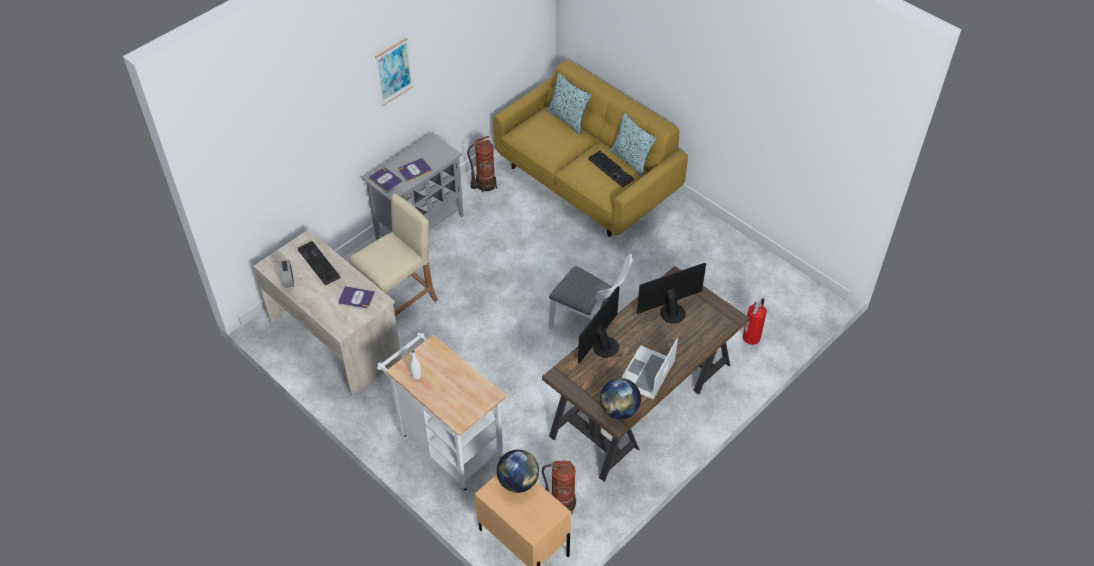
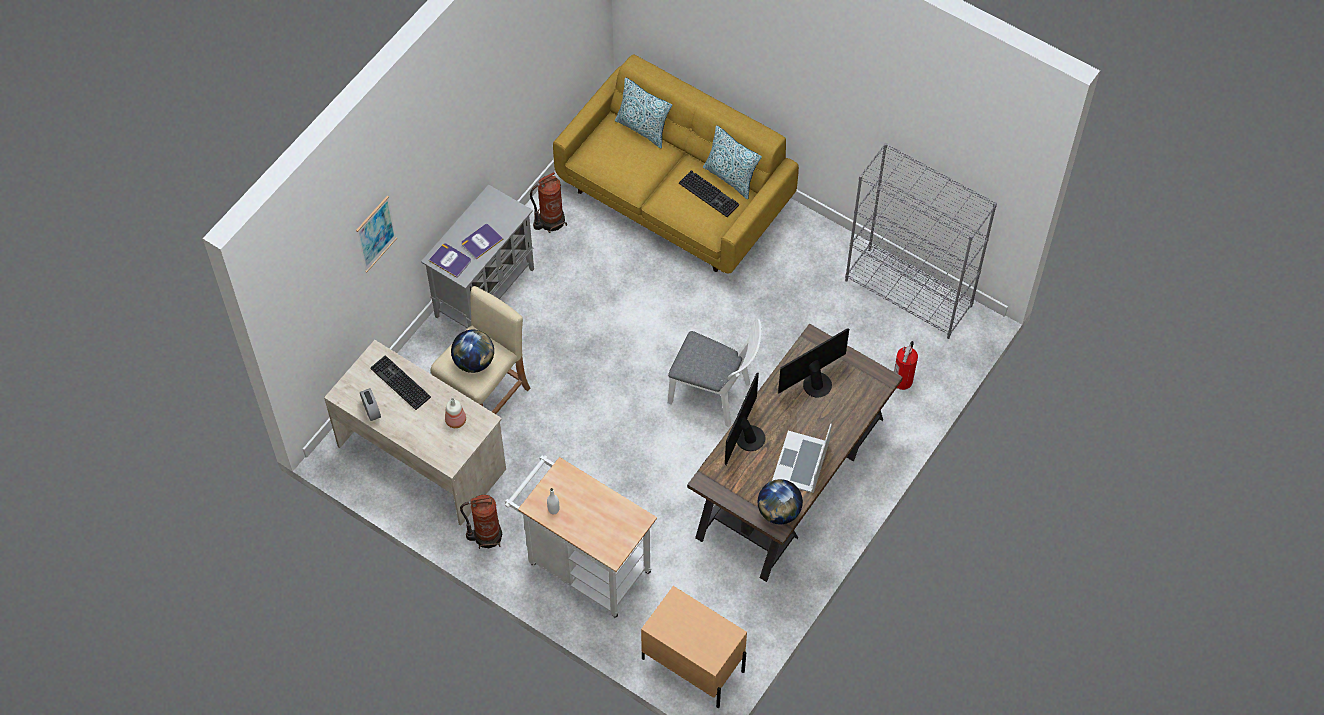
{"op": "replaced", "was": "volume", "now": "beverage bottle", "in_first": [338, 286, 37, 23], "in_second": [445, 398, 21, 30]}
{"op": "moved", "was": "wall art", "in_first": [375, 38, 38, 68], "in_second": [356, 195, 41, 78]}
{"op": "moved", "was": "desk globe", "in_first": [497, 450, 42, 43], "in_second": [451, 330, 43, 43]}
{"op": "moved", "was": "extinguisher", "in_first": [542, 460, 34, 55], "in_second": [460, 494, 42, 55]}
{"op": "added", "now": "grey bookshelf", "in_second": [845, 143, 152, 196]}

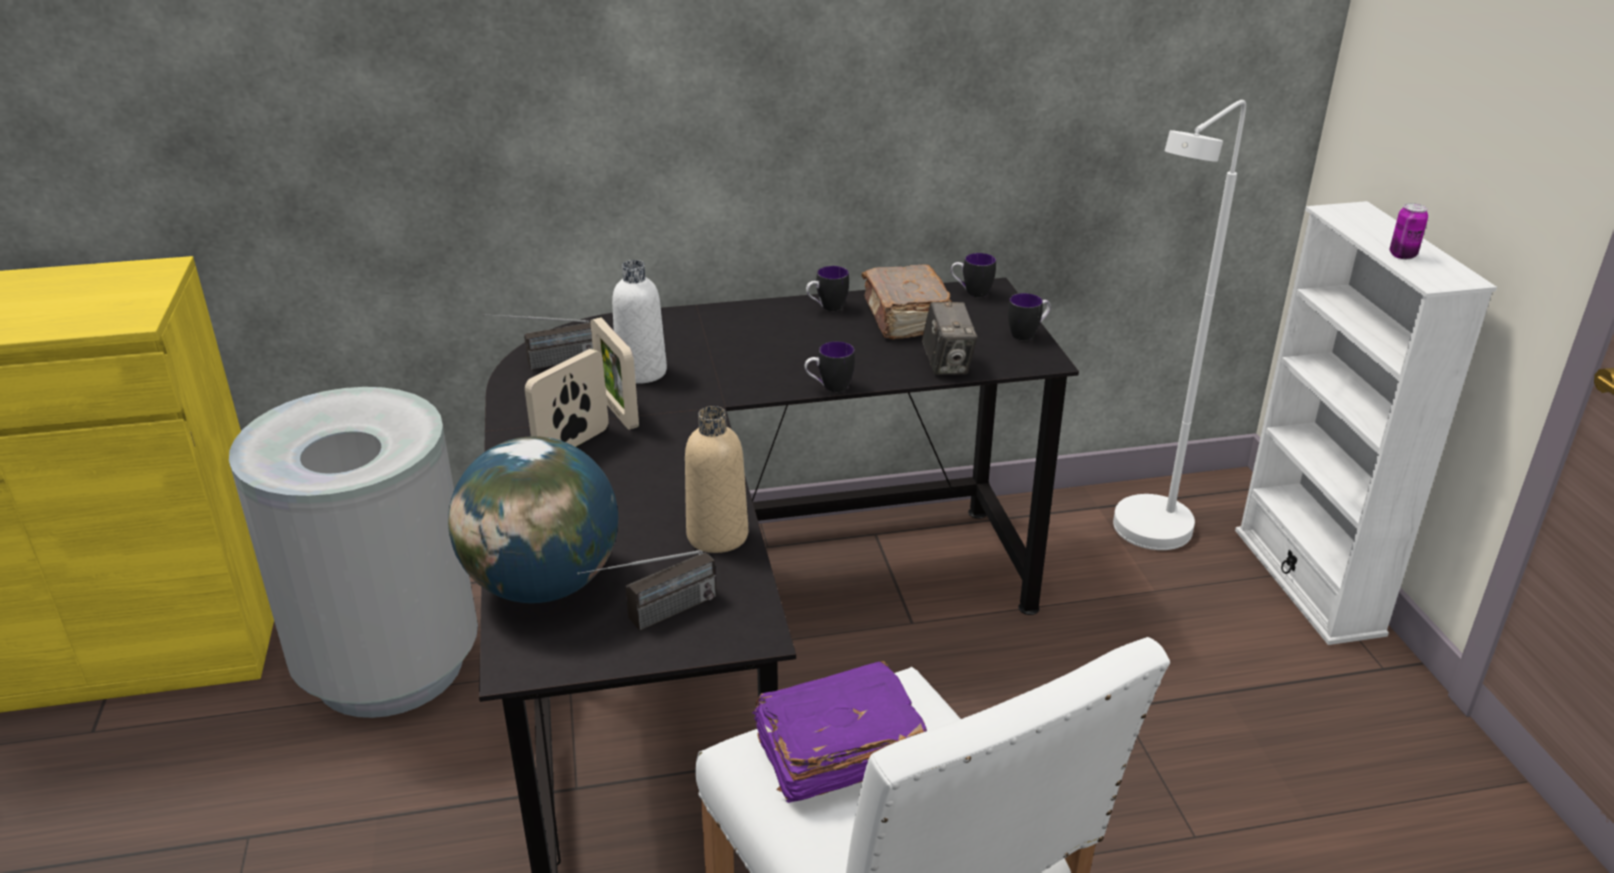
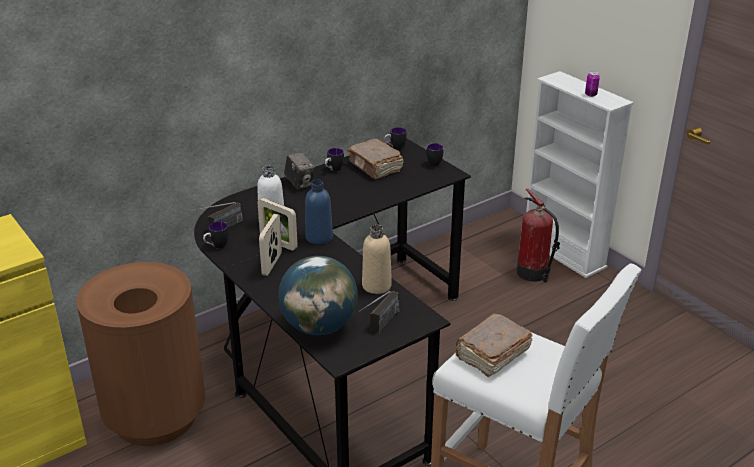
{"op": "recoloured", "was": "grey rubbish bin", "now": "brown rubbish bin", "in_first": [229, 387, 249, 331], "in_second": [76, 262, 129, 184]}
{"op": "recoloured", "was": "purple volume", "now": "brown volume", "in_first": [752, 661, 175, 142], "in_second": [455, 313, 78, 64]}
{"op": "moved", "was": "mug", "in_first": [805, 341, 50, 51], "in_second": [203, 221, 26, 28]}
{"op": "moved", "was": "photo camera", "in_first": [922, 302, 56, 73], "in_second": [284, 152, 31, 37]}
{"op": "removed", "was": "white standard lamp", "in_first": [1113, 100, 133, 450]}
{"op": "added", "now": "blue-coloured beverage bottle", "in_second": [305, 180, 28, 64]}
{"op": "added", "now": "extinguisher", "in_second": [517, 188, 42, 94]}

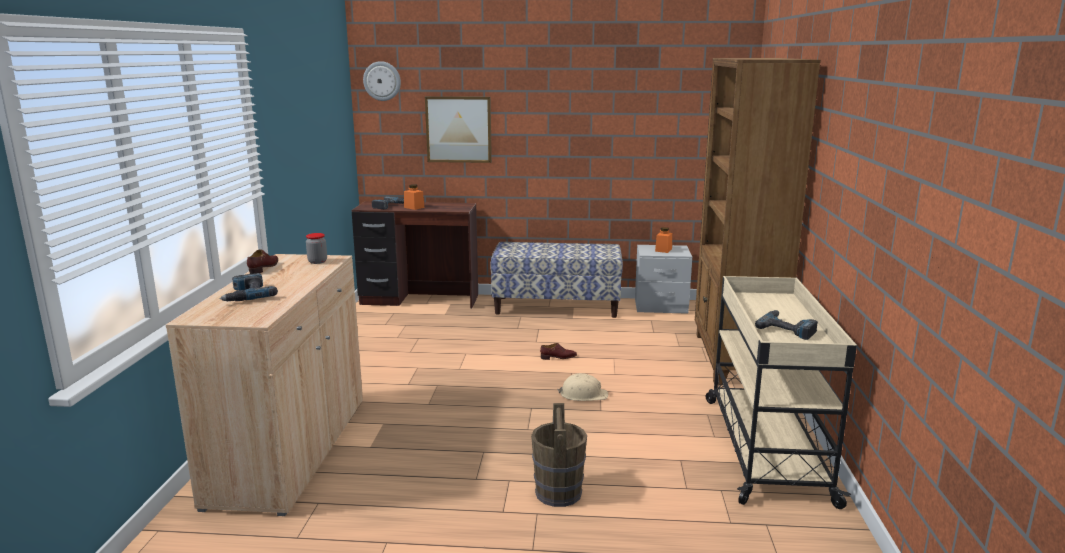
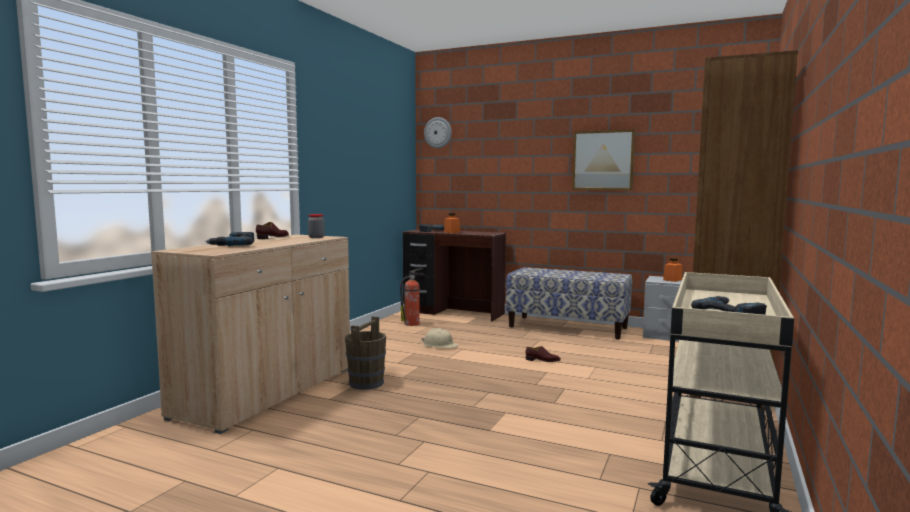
{"op": "moved", "was": "wall art", "in_first": [425, 96, 67, 67], "in_second": [572, 129, 63, 61]}
{"op": "moved", "was": "brown bucket", "in_first": [531, 403, 56, 104], "in_second": [345, 316, 41, 74]}
{"op": "moved", "was": "beige work helmet", "in_first": [558, 373, 50, 28], "in_second": [421, 328, 38, 20]}
{"op": "added", "now": "extinguisher", "in_second": [400, 268, 25, 58]}

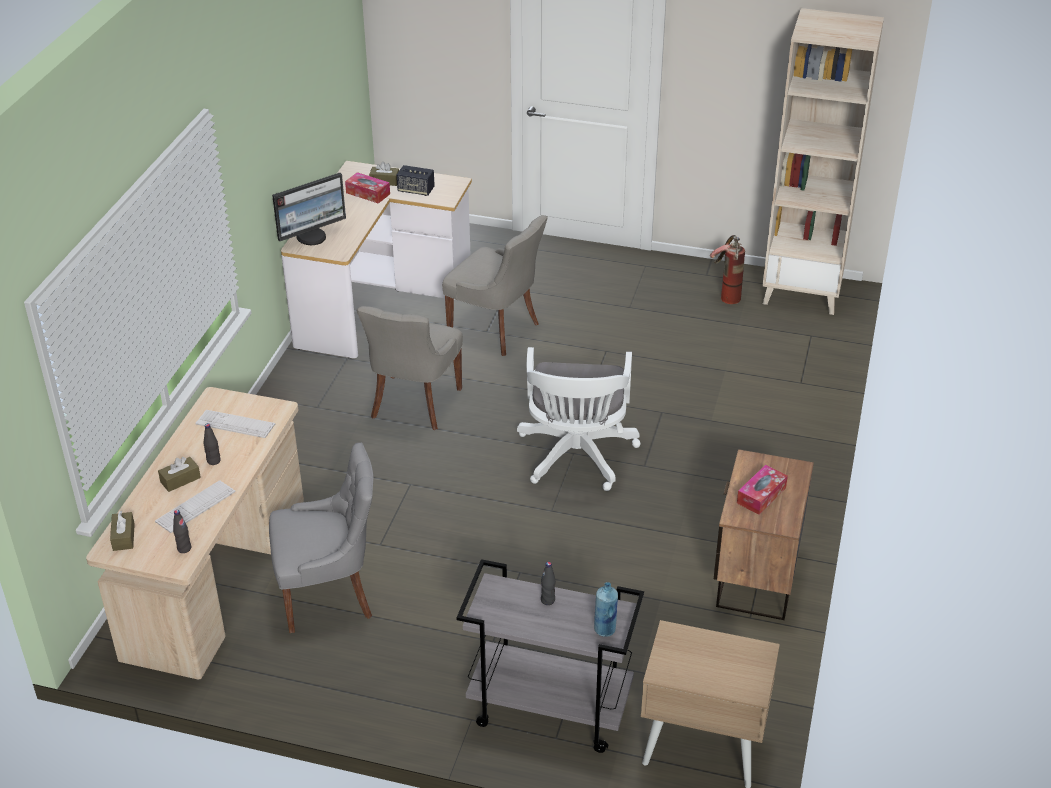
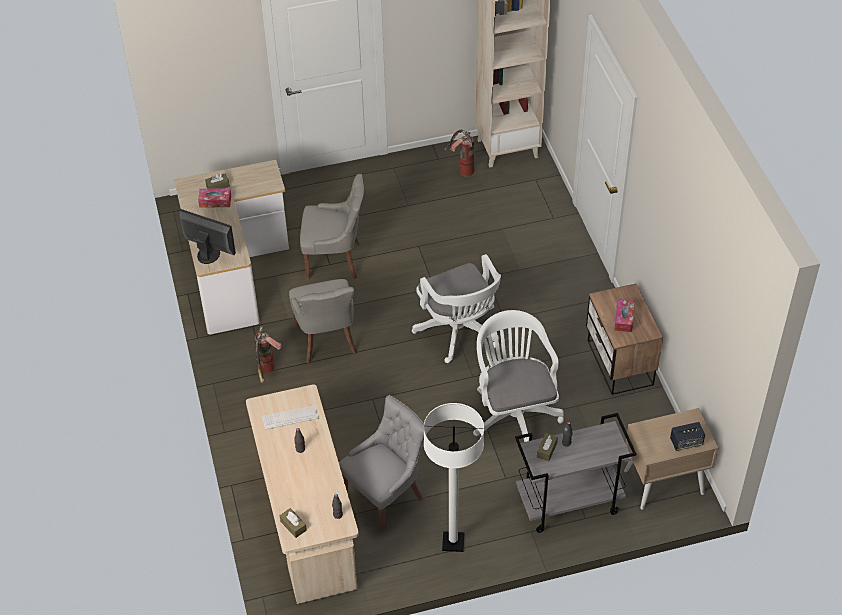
{"op": "removed", "was": "keyboard", "in_first": [155, 480, 81, 53]}
{"op": "moved", "was": "brown tissue holder", "in_first": [158, 457, 43, 35], "in_second": [537, 433, 21, 28]}
{"op": "turned", "was": "computer screen", "in_first": [272, 173, 74, 72], "in_second": [179, 209, 57, 55], "clockwise": -90}
{"op": "moved", "was": "loudspeaker", "in_first": [397, 165, 38, 31], "in_second": [670, 422, 35, 29]}
{"op": "removed", "was": "blue-coloured beverage bottle", "in_first": [594, 582, 24, 55]}
{"op": "added", "now": "extinguisher", "in_second": [254, 325, 28, 58]}
{"op": "added", "now": "white standard lamp", "in_second": [423, 403, 61, 149]}
{"op": "added", "now": "white office chair", "in_second": [473, 310, 91, 132]}

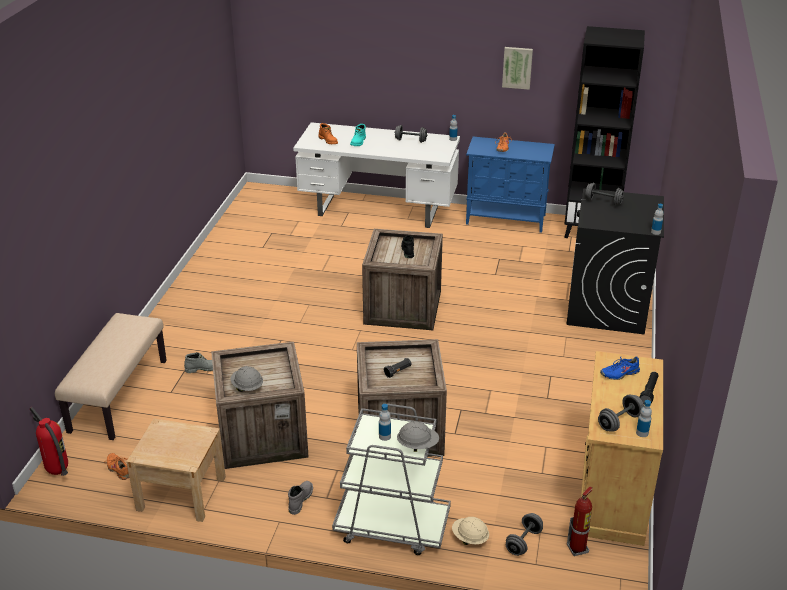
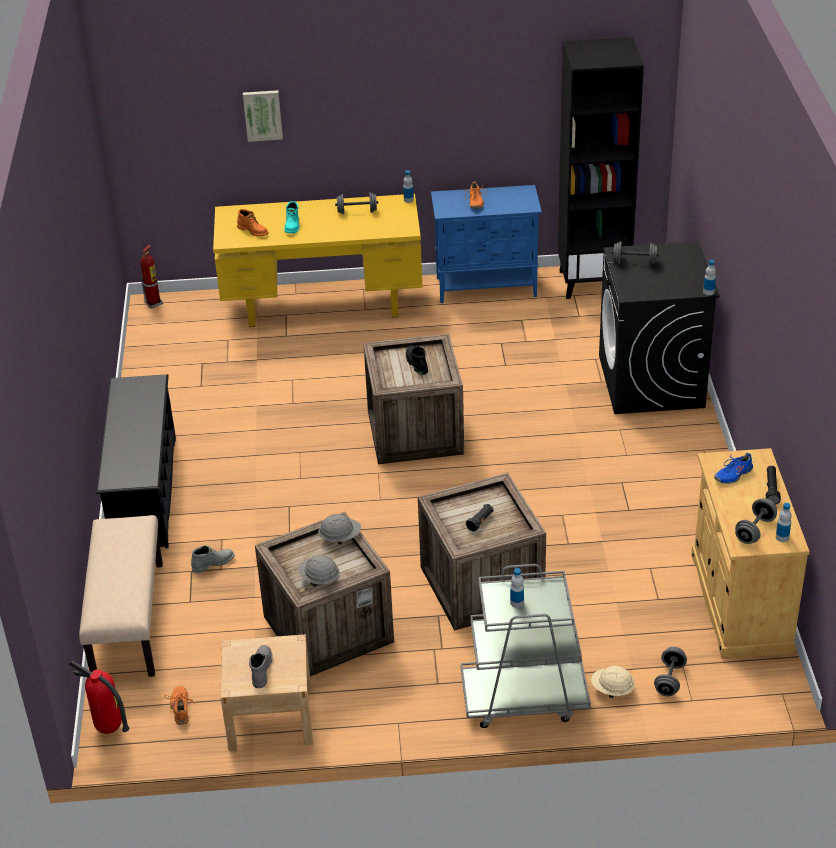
{"op": "turned", "was": "orangey shoe", "in_first": [104, 453, 25, 27], "in_second": [164, 686, 33, 39], "clockwise": 45}
{"op": "moved", "was": "grey boot", "in_first": [288, 481, 25, 34], "in_second": [249, 645, 24, 43]}
{"op": "recoloured", "was": "white desk unit", "now": "yellow-coloured desk unit", "in_first": [293, 122, 167, 106], "in_second": [213, 194, 210, 133]}
{"op": "moved", "was": "grey work helmet", "in_first": [397, 421, 42, 31], "in_second": [318, 514, 43, 31]}
{"op": "moved", "was": "wall art", "in_first": [502, 47, 31, 43], "in_second": [243, 90, 40, 52]}
{"op": "moved", "was": "extinguisher", "in_first": [567, 487, 26, 69], "in_second": [140, 245, 23, 63]}
{"op": "added", "now": "black-coloured shoe stand", "in_second": [96, 374, 80, 174]}

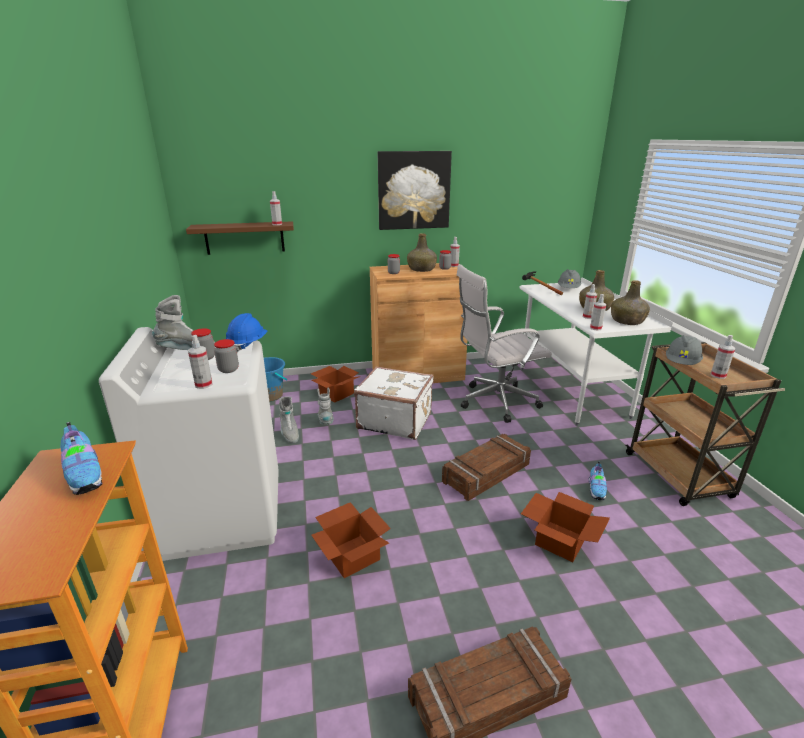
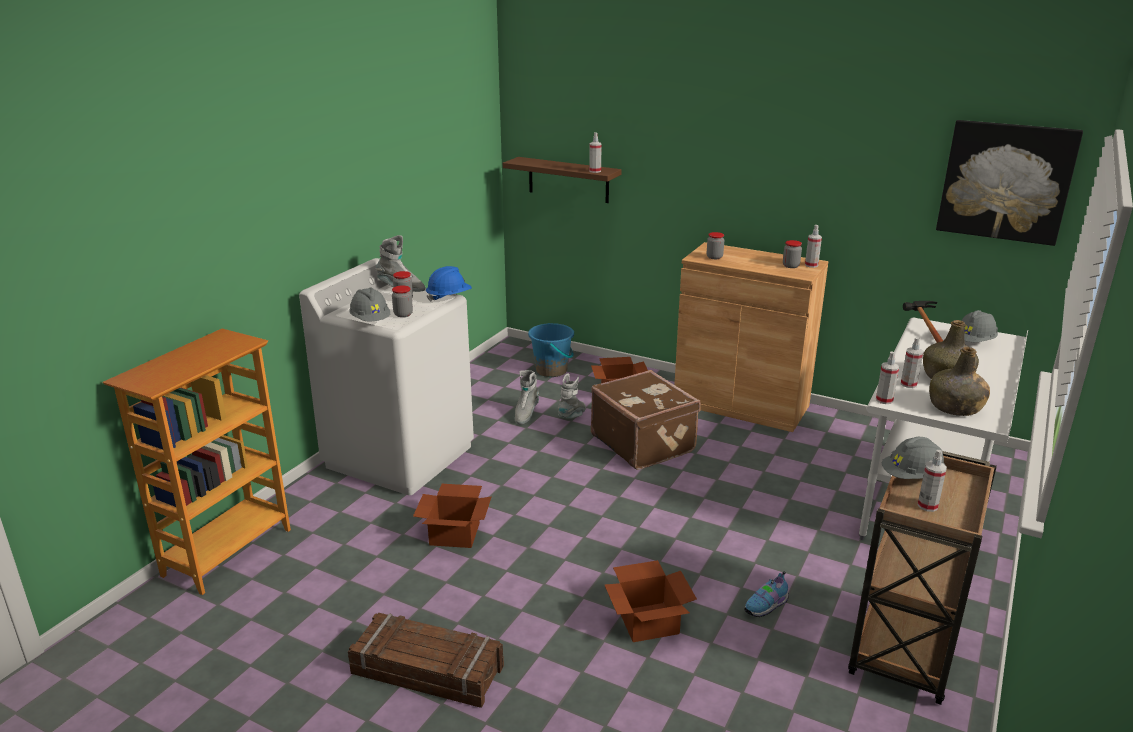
{"op": "removed", "was": "shoe", "in_first": [60, 422, 42, 73]}
{"op": "replaced", "was": "spray bottle", "now": "grey work helmet", "in_first": [188, 335, 24, 54], "in_second": [349, 287, 41, 34]}
{"op": "recoloured", "was": "white piece of luggage", "now": "brown piece of luggage", "in_first": [354, 366, 80, 74], "in_second": [591, 370, 110, 100]}
{"op": "moved", "was": "wall art", "in_first": [378, 151, 74, 79], "in_second": [936, 120, 147, 126]}
{"op": "removed", "was": "green beverage bottle", "in_first": [407, 233, 30, 39]}
{"op": "removed", "was": "crate", "in_first": [442, 434, 89, 67]}
{"op": "removed", "was": "white office chair", "in_first": [457, 264, 95, 159]}

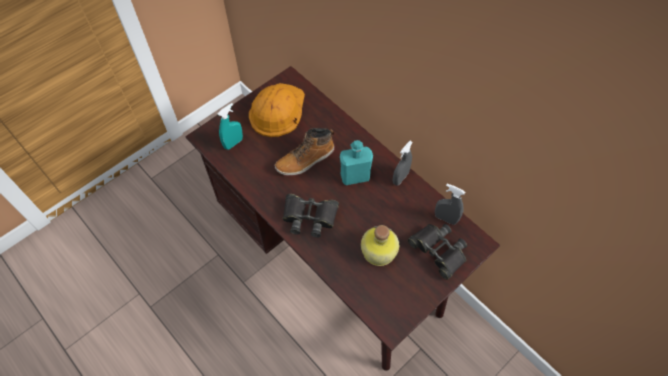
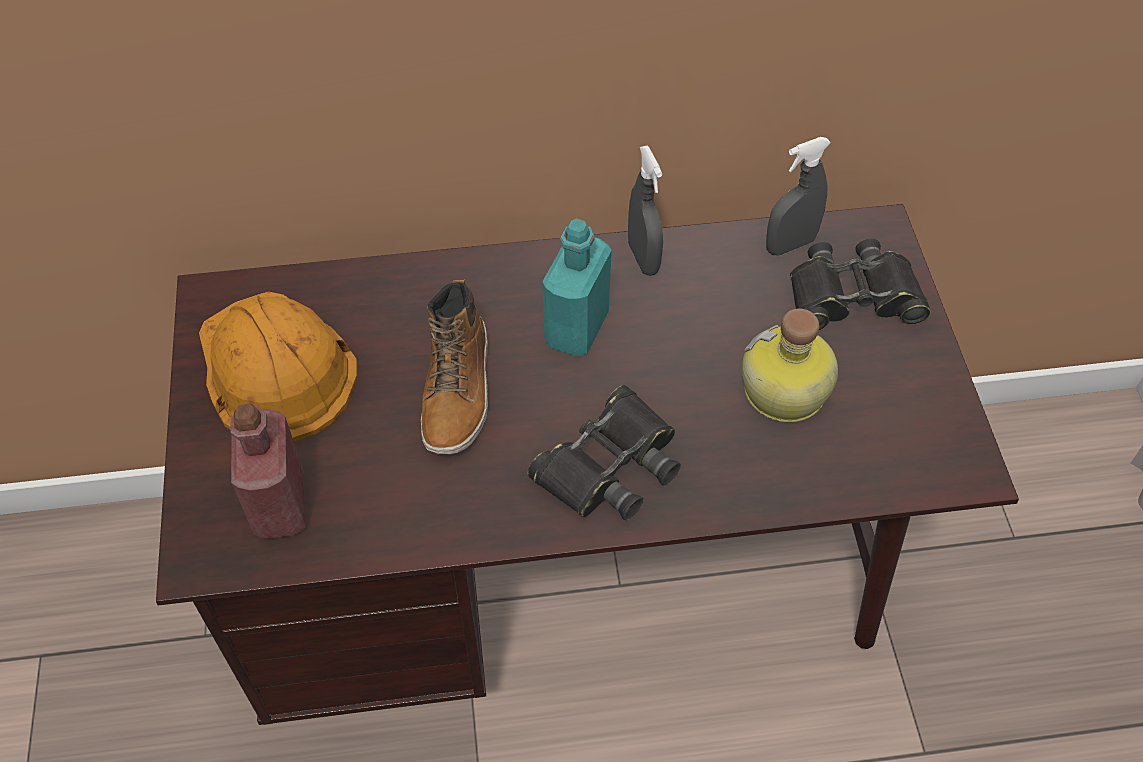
{"op": "replaced", "was": "blue-green spray bottle", "now": "red-coloured beverage bottle", "in_first": [218, 103, 25, 47], "in_second": [231, 404, 74, 135]}

